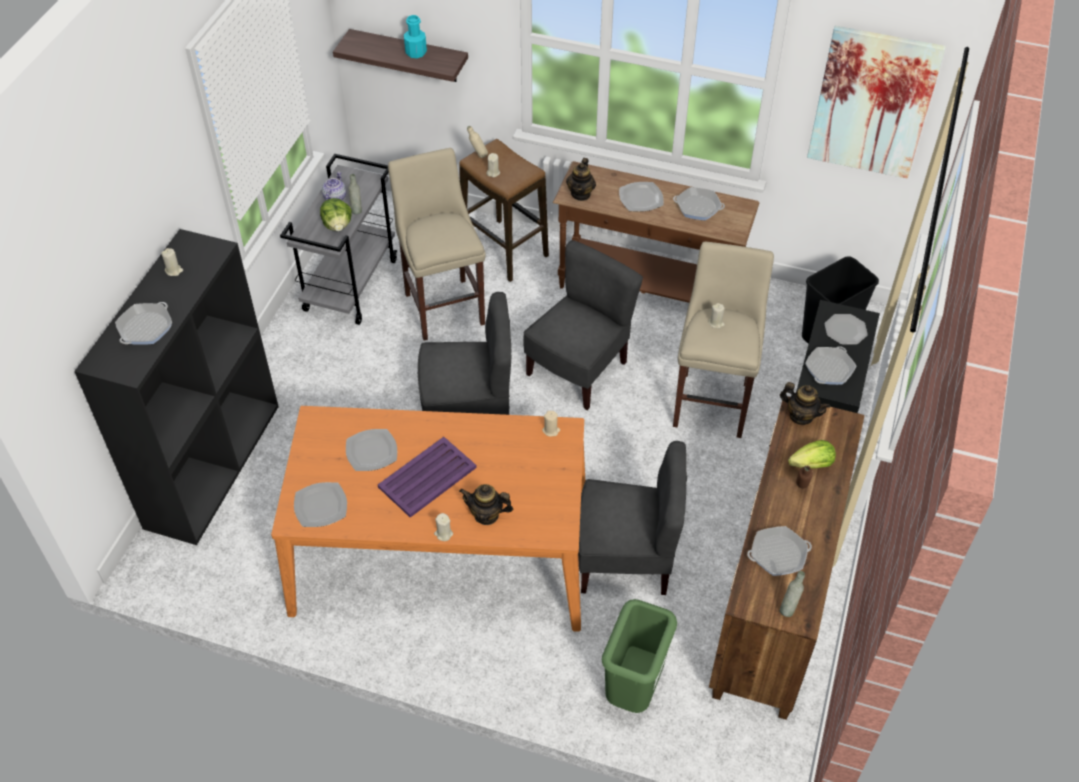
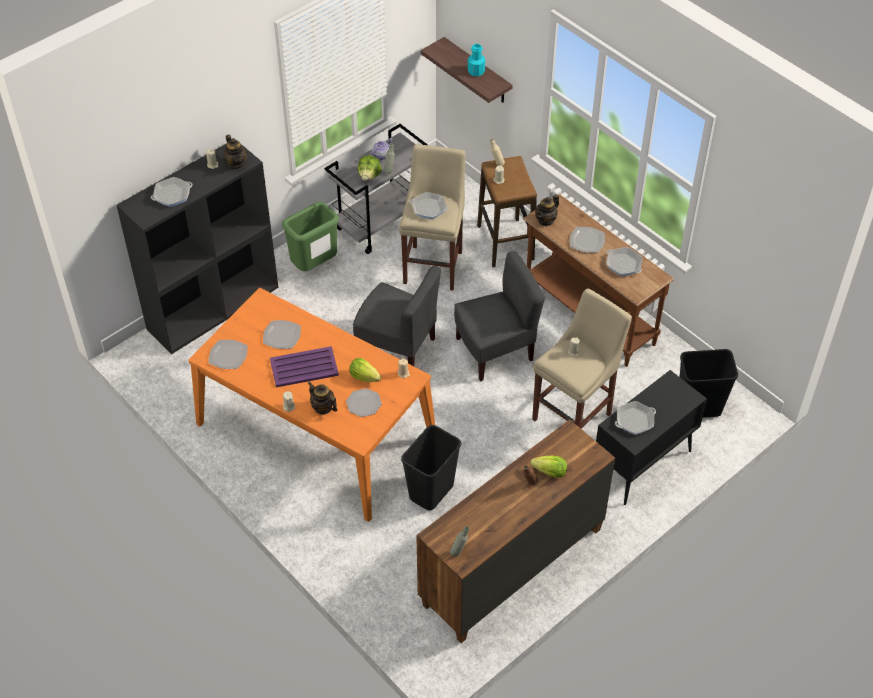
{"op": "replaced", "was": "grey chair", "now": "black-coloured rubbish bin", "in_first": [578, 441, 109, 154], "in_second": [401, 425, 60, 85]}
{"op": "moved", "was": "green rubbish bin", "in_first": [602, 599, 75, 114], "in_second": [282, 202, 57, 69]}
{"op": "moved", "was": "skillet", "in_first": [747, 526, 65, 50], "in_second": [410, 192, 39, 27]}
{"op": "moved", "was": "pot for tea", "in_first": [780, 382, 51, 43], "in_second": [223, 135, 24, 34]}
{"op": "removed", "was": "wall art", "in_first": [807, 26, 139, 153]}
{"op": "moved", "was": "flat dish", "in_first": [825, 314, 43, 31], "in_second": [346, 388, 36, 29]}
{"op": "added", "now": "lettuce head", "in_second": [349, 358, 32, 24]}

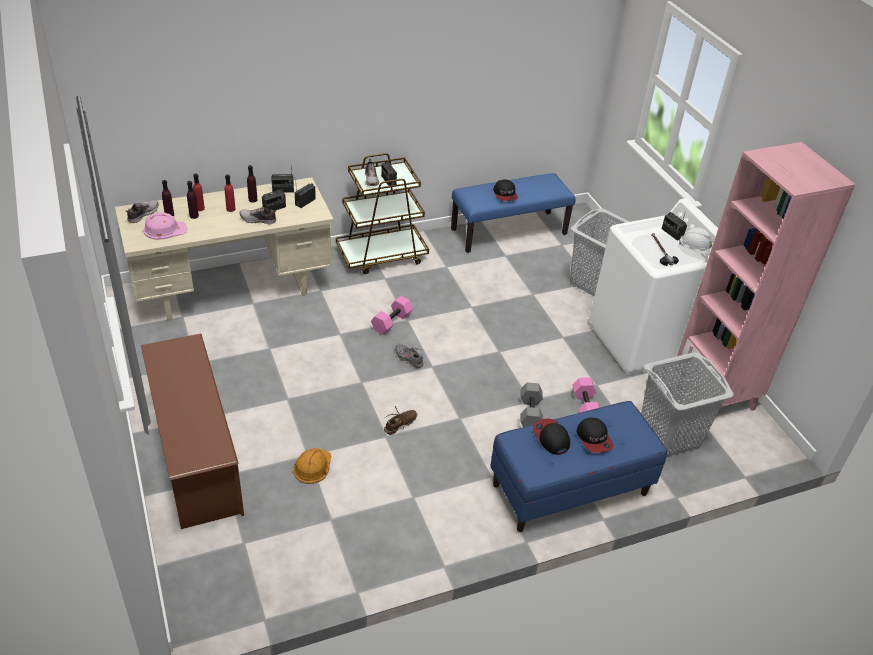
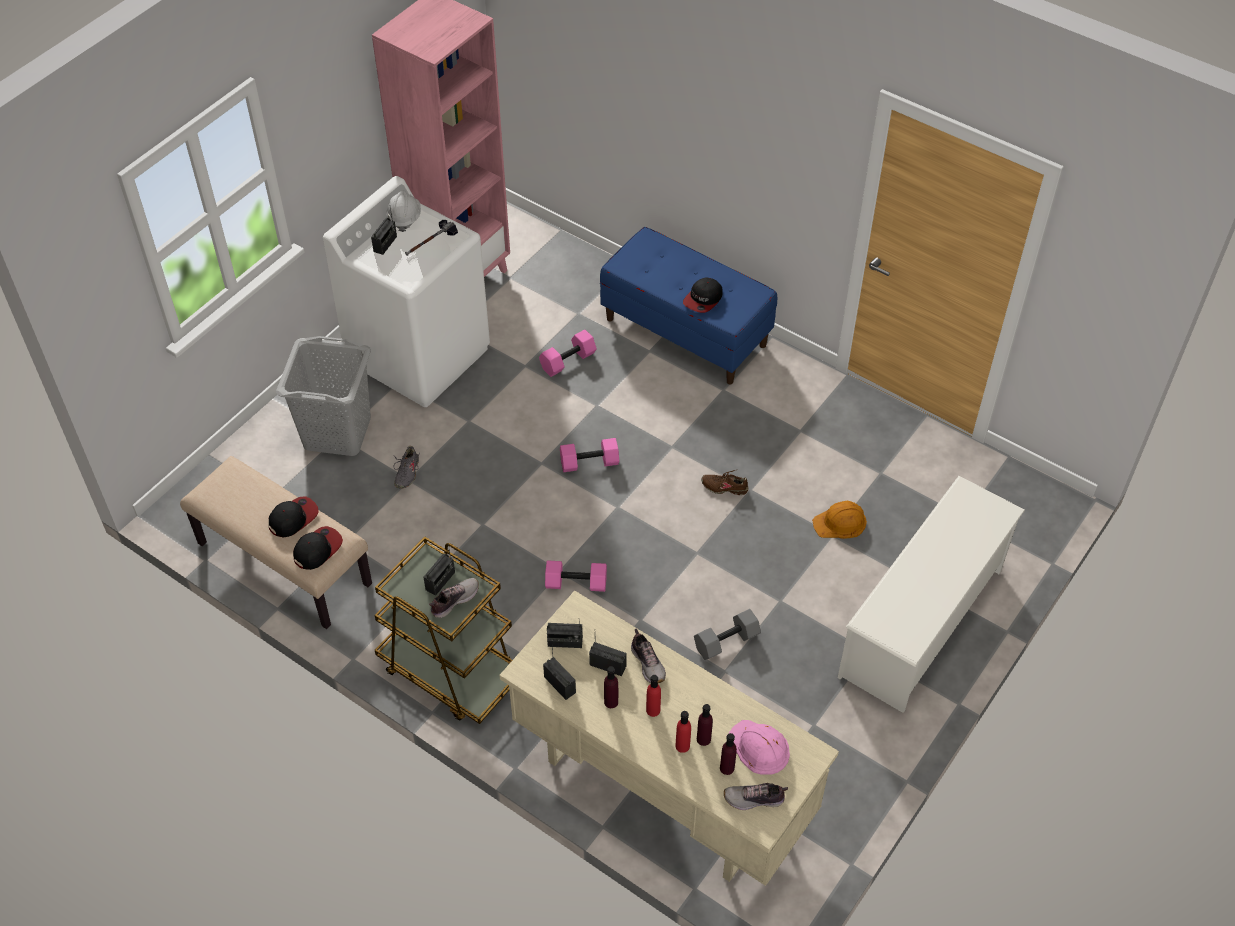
{"op": "recoloured", "was": "brown shoe stand", "now": "white shoe stand", "in_first": [141, 334, 103, 195], "in_second": [838, 476, 187, 237]}
{"op": "moved", "was": "grey shoe", "in_first": [395, 344, 29, 24], "in_second": [394, 446, 26, 43]}
{"op": "recoloured", "was": "blue-coloured long seat", "now": "beige long seat", "in_first": [451, 173, 125, 80], "in_second": [180, 456, 192, 173]}
{"op": "moved", "was": "grey dumbbell", "in_first": [521, 382, 22, 45], "in_second": [694, 609, 67, 51]}
{"op": "moved", "was": "cap", "in_first": [577, 418, 36, 35], "in_second": [293, 526, 50, 44]}
{"op": "removed", "was": "grey washing basket", "in_first": [641, 352, 93, 105]}
{"op": "added", "now": "pinkish dumbbell", "in_second": [560, 438, 59, 34]}

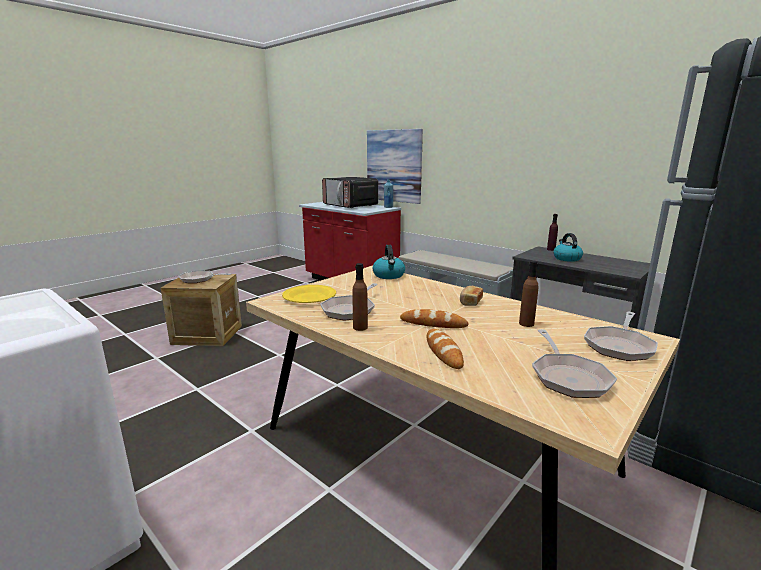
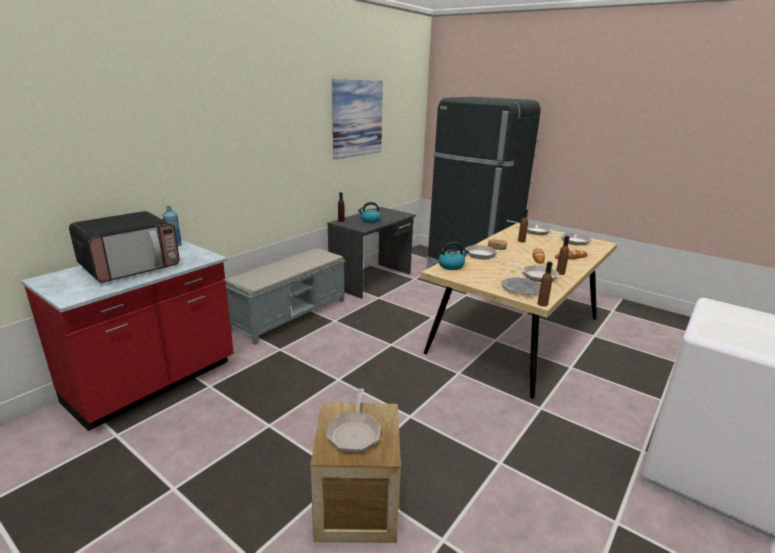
{"op": "recoloured", "was": "yellow-coloured flat dish", "now": "grey flat dish", "in_first": [282, 285, 54, 18], "in_second": [501, 278, 40, 17]}
{"op": "moved", "was": "wall art", "in_first": [367, 129, 56, 75], "in_second": [332, 79, 51, 80]}
{"op": "added", "now": "skillet", "in_second": [457, 245, 41, 15]}
{"op": "added", "now": "brown beverage bottle", "in_second": [537, 261, 16, 46]}

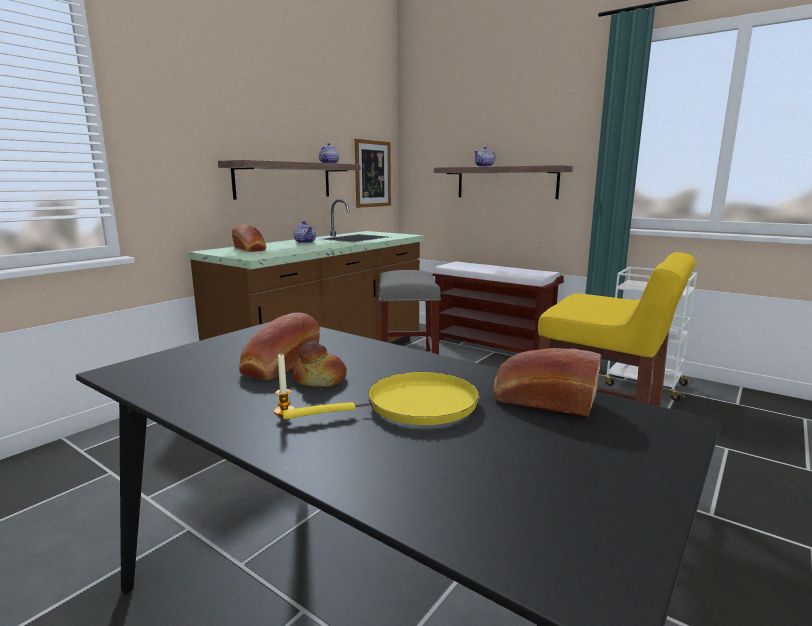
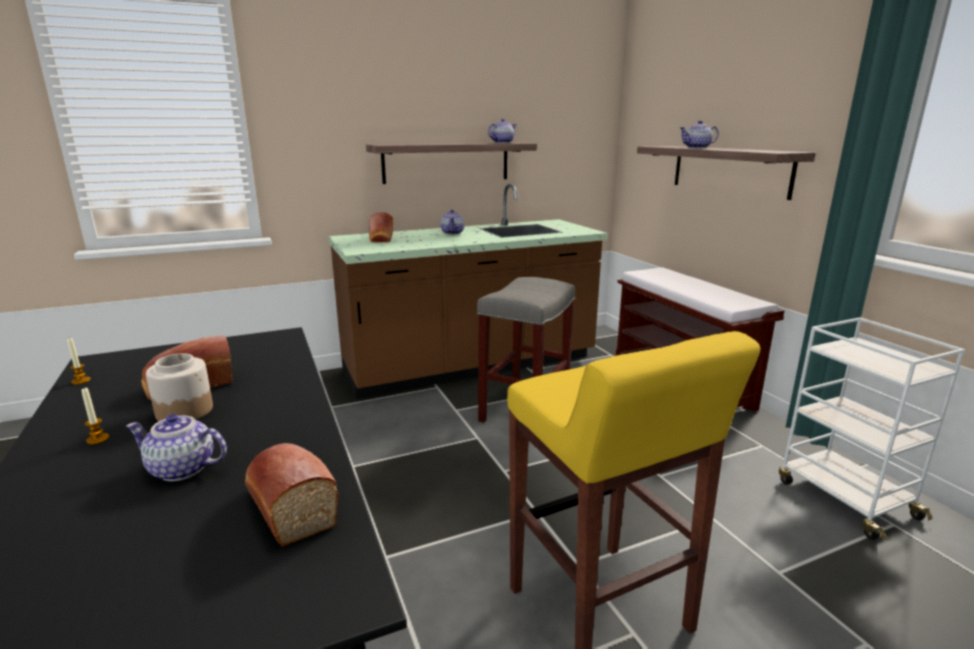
{"op": "replaced", "was": "yellow-coloured skillet", "now": "pot for tea", "in_first": [282, 372, 197, 53], "in_second": [126, 414, 101, 67]}
{"op": "replaced", "was": "bakery bread", "now": "storage jar", "in_first": [292, 341, 55, 46], "in_second": [146, 353, 67, 68]}
{"op": "removed", "was": "wall art", "in_first": [355, 139, 36, 69]}
{"op": "added", "now": "wax light", "in_second": [67, 337, 24, 47]}

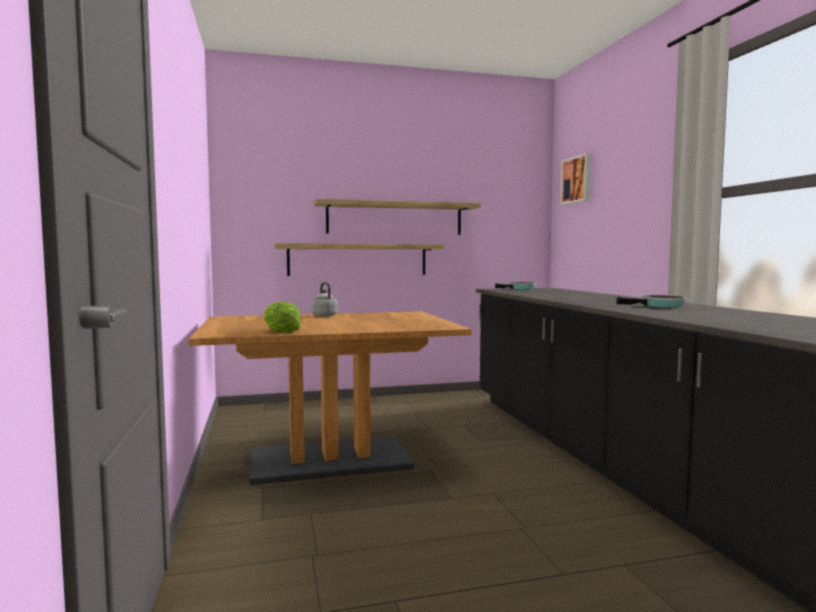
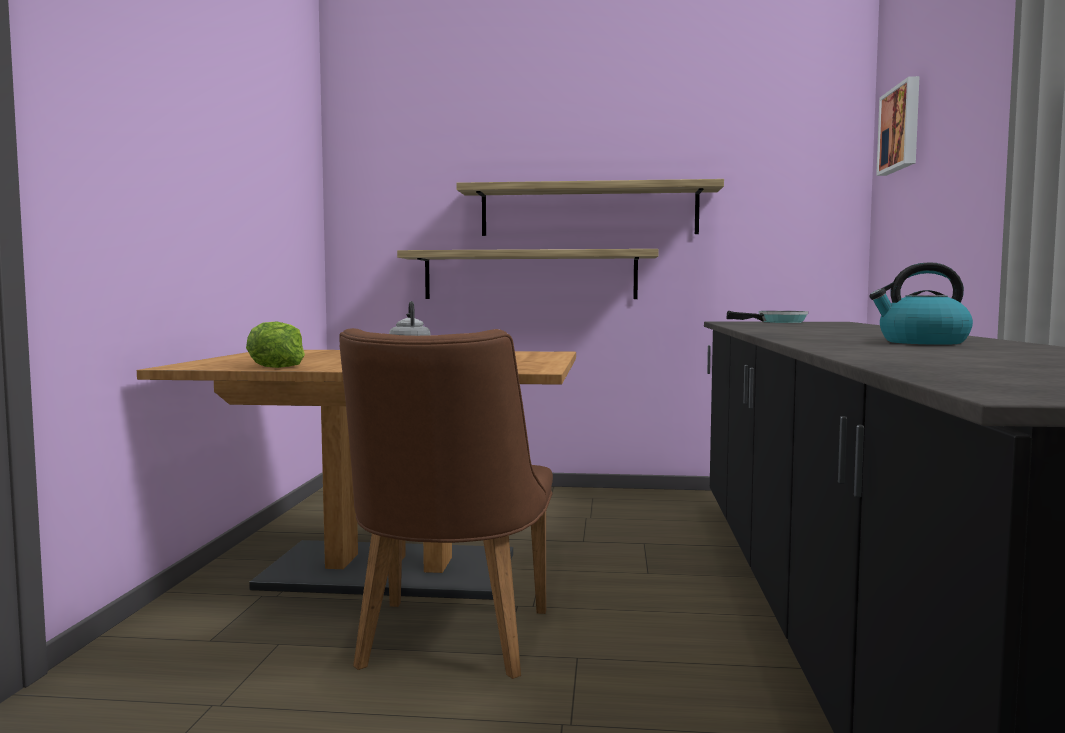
{"op": "replaced", "was": "skillet", "now": "water kettle", "in_first": [616, 295, 71, 13], "in_second": [869, 262, 104, 83]}
{"op": "added", "now": "brown chair", "in_second": [339, 328, 214, 351]}

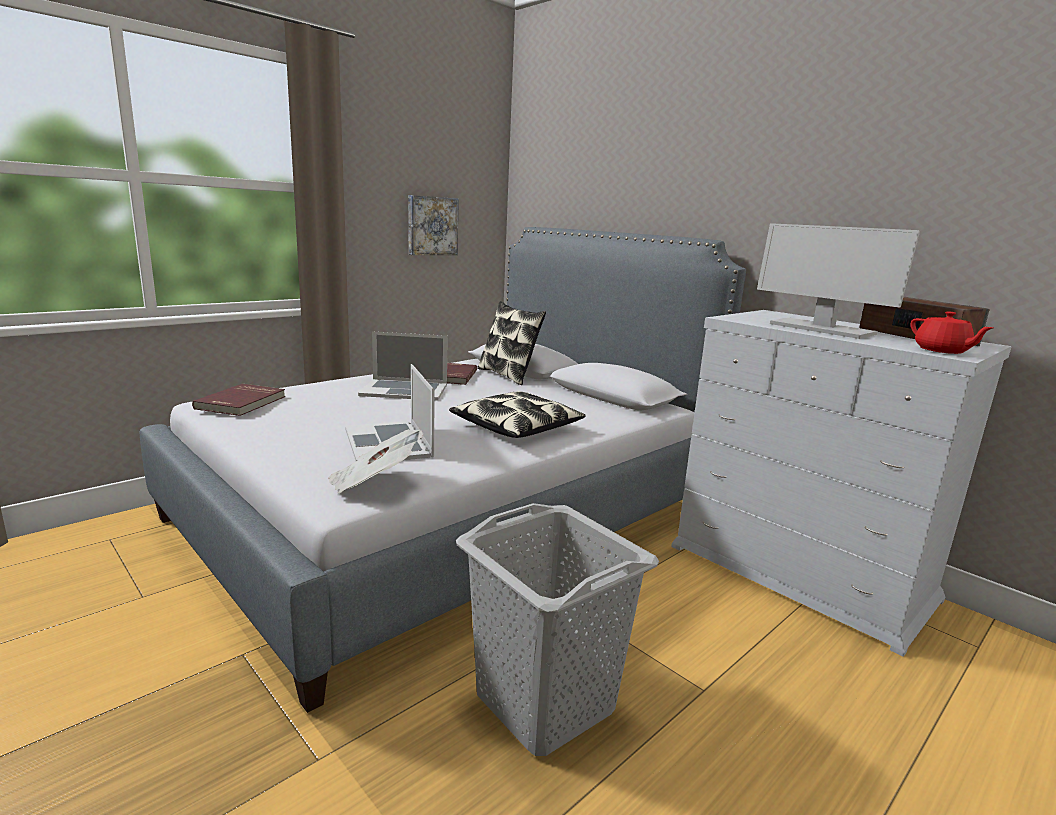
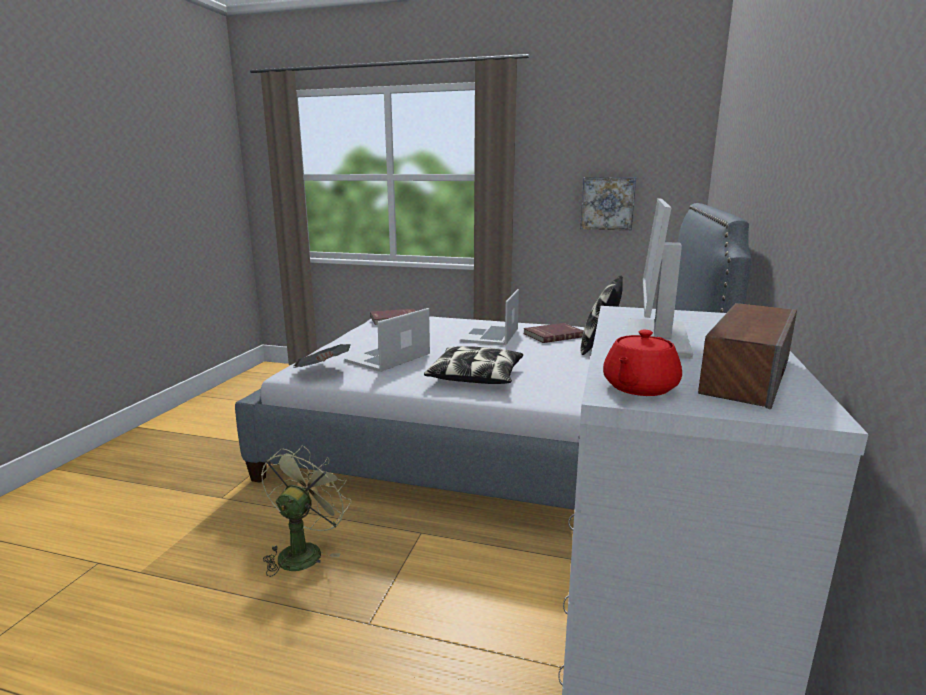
{"op": "turned", "was": "notebook computer", "in_first": [358, 331, 90, 70], "in_second": [461, 289, 58, 56], "clockwise": 45}
{"op": "replaced", "was": "grey washing basket", "now": "green fan", "in_first": [456, 503, 203, 253], "in_second": [261, 446, 90, 131]}

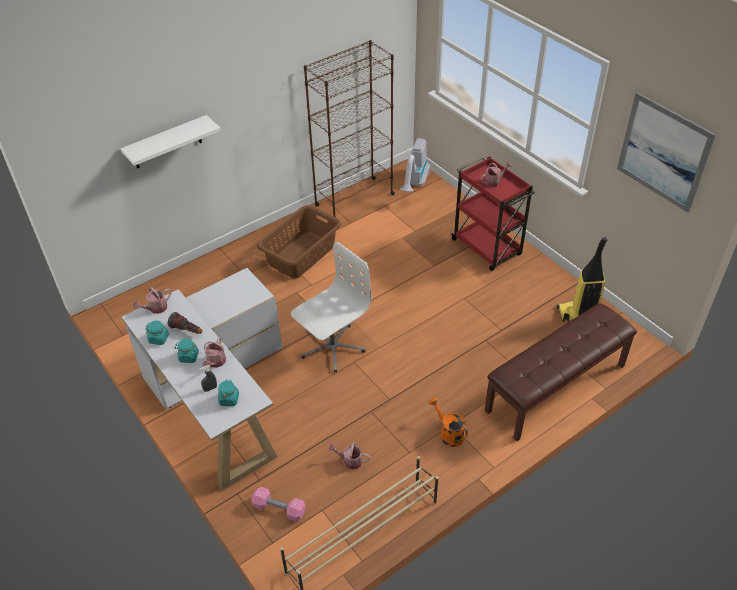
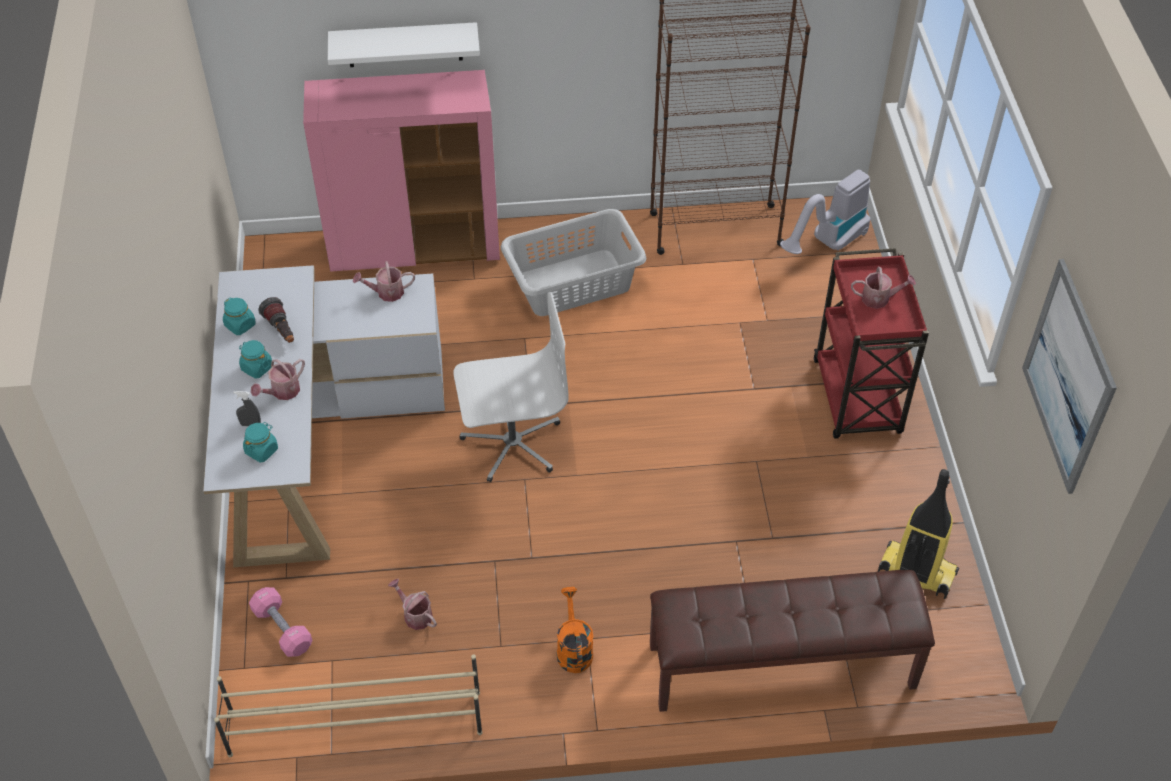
{"op": "moved", "was": "watering can", "in_first": [133, 287, 39, 27], "in_second": [353, 261, 62, 41]}
{"op": "recoloured", "was": "brown washing basket", "now": "grey washing basket", "in_first": [257, 205, 84, 73], "in_second": [501, 209, 146, 107]}
{"op": "added", "now": "pinkish cabinet", "in_second": [303, 70, 197, 202]}

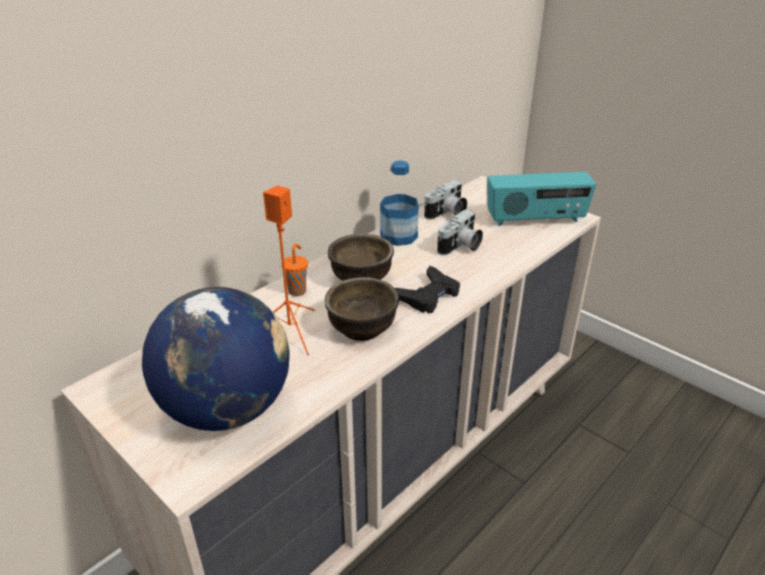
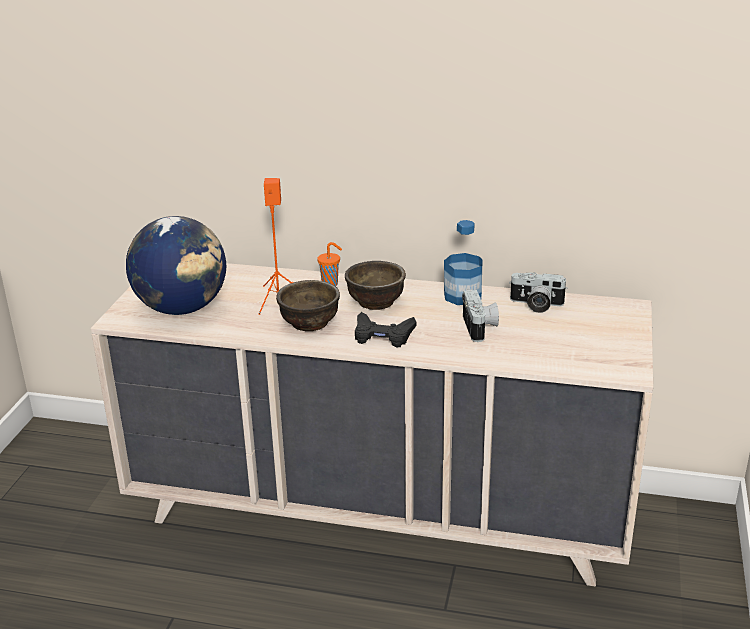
{"op": "turned", "was": "photo camera", "in_first": [437, 210, 46, 46], "in_second": [462, 289, 37, 53], "clockwise": -105}
{"op": "removed", "was": "radio", "in_first": [487, 172, 109, 54]}

